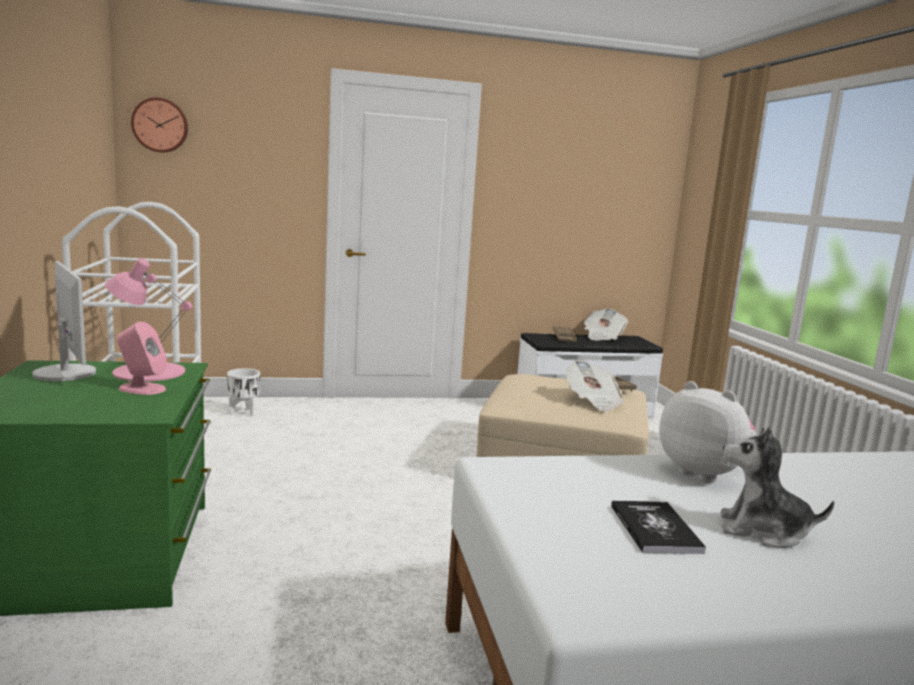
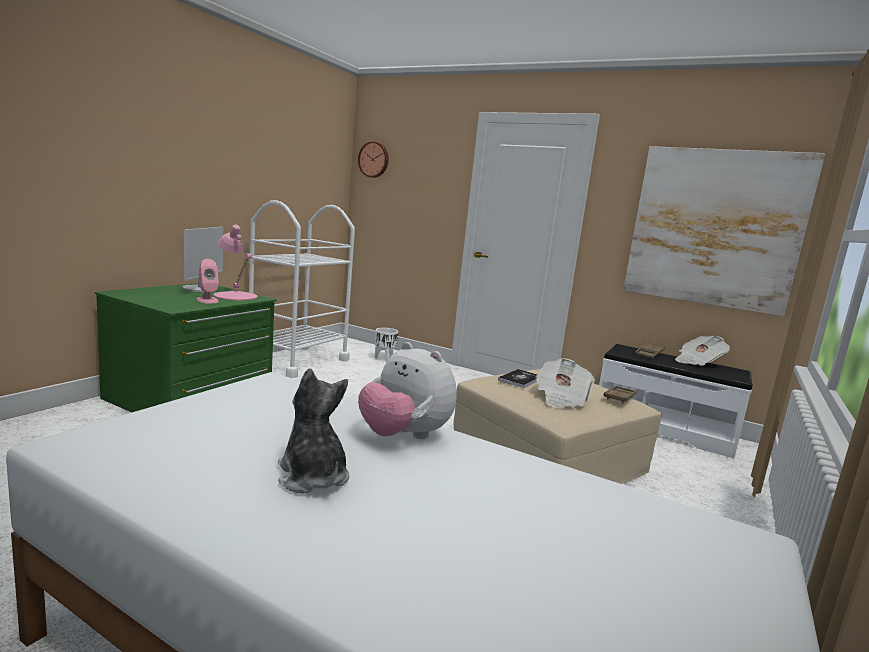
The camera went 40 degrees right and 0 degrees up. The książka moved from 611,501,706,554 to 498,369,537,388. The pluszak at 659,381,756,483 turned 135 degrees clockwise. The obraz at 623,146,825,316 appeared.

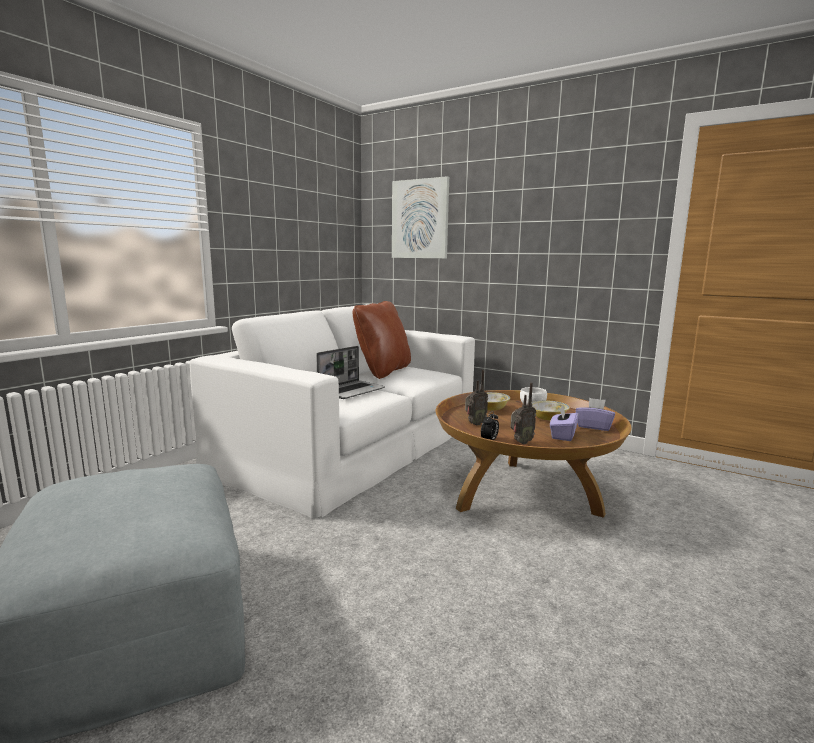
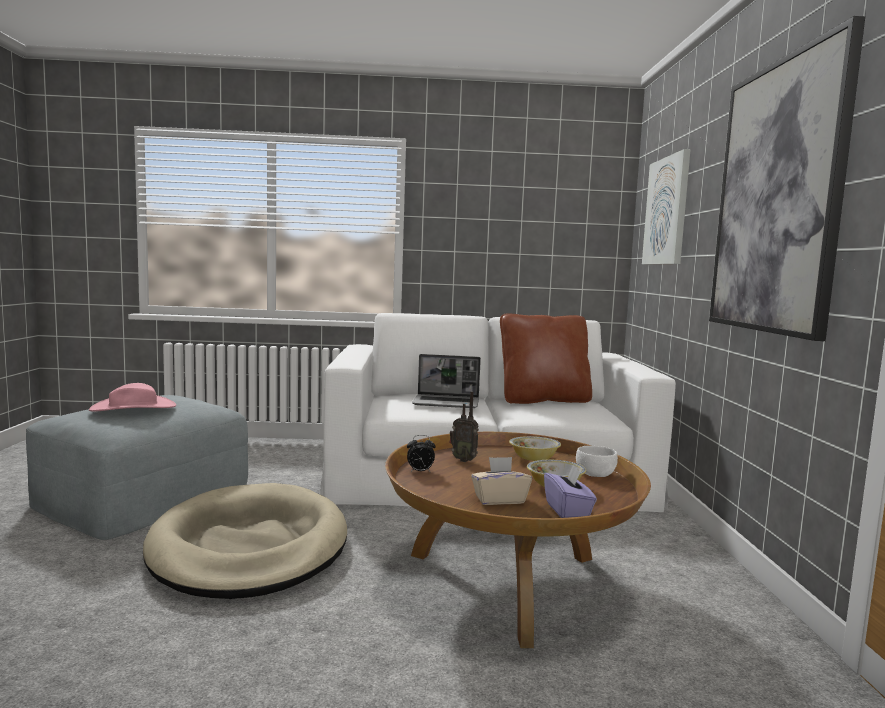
The camera went 55 degrees right and 5 degrees down. The radio at 510,383,536,444 disappeared. The pudełko chusteczek [fioletowy] at 550,406,579,441 became the pudełko chusteczek [beżowy] at 471,457,532,505. The kapelusz [różowy] at 89,383,176,412 appeared. The legowisko [beżowy] at 143,483,347,599 appeared. The obraz at 709,16,865,341 appeared.

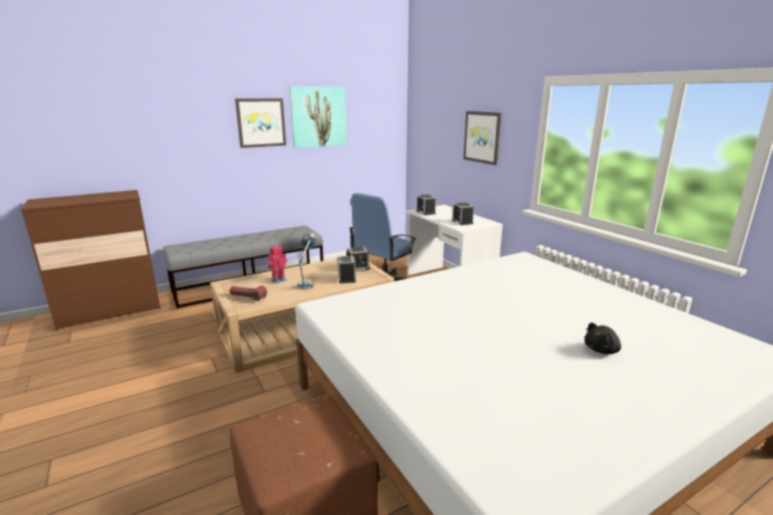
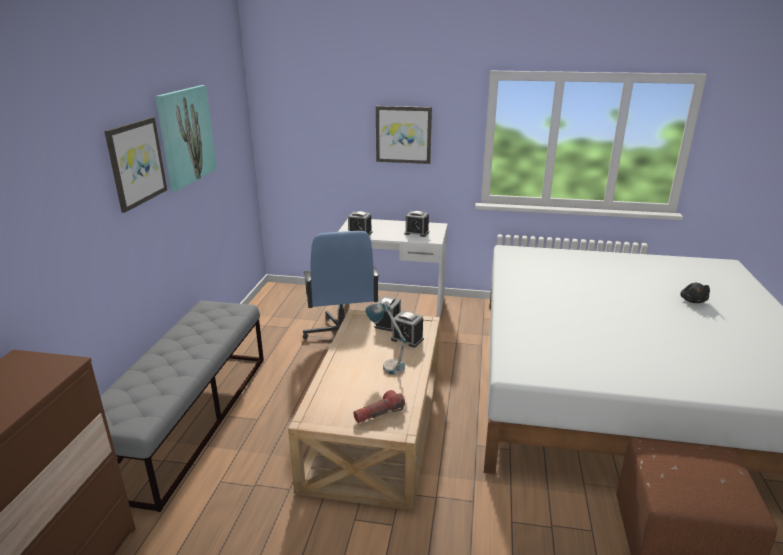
The camera went 50 degrees left and 5 degrees up. The robot zabawkowy at 267,245,287,284 disappeared.

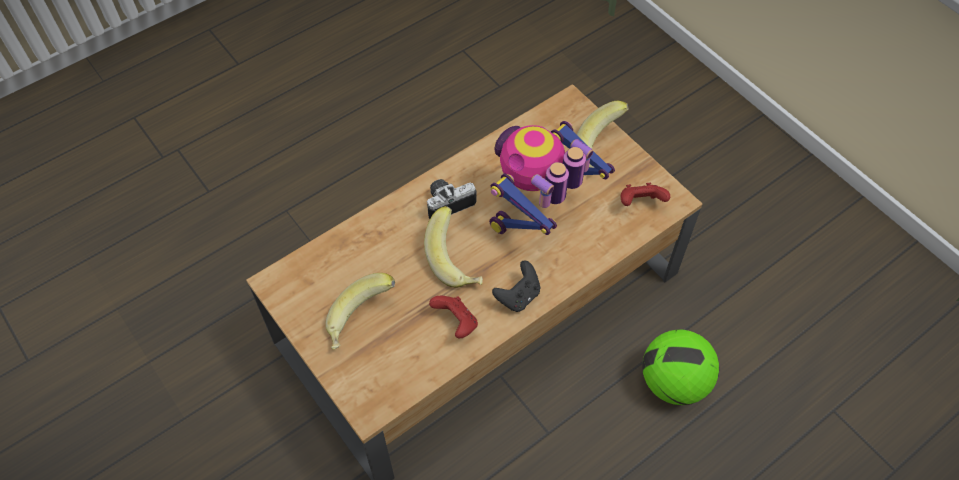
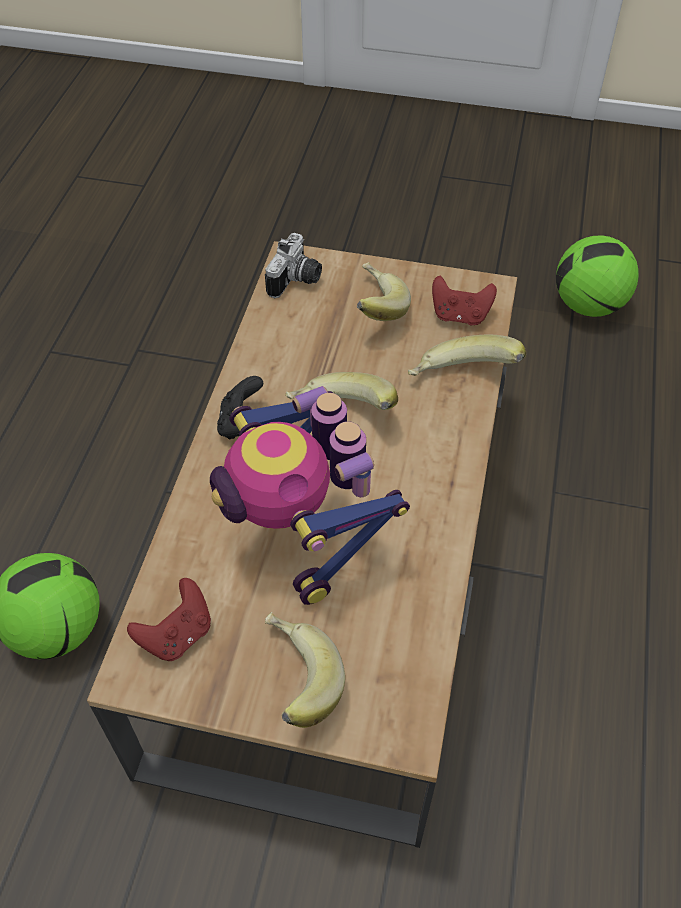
The camera went 140 degrees right and 5 degrees down. The aparat fotograficzny moved from 427,179,477,219 to 265,233,322,298. The pad do gier [czerwony] moved from 429,296,478,339 to 432,276,497,325. The robot zabawkowy at 489,121,615,235 turned 150 degrees clockwise. The banan at 408,335,526,376 appeared. The piłka futbolowa at 556,235,639,317 appeared.

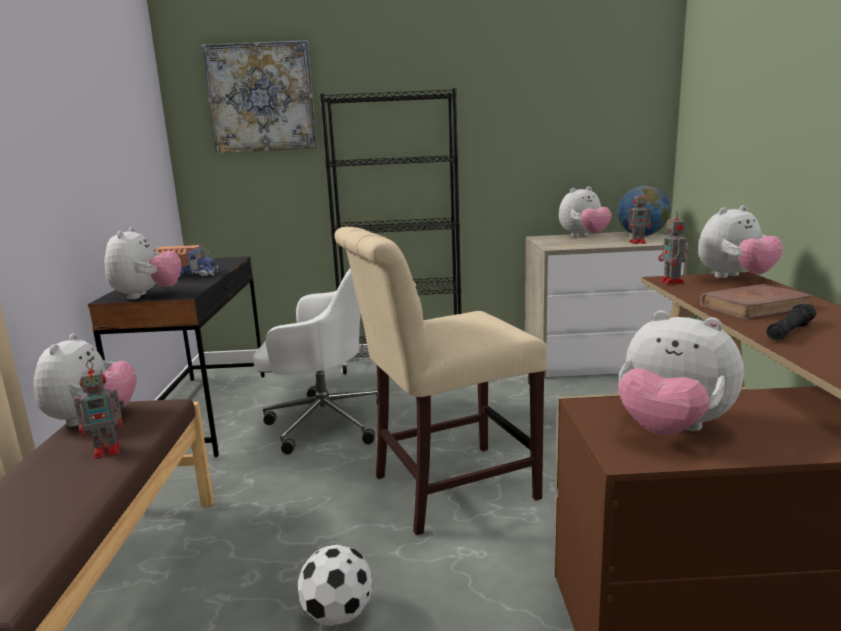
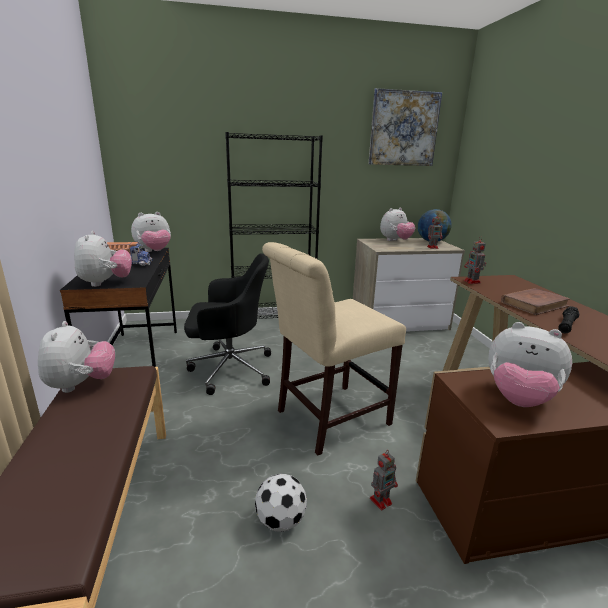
The camera went 10 degrees left and 5 degrees up. The robot zabawkowy moved from 74,361,124,459 to 370,450,398,510. The obraz moved from 202,40,317,153 to 369,88,442,166. The krzesło biurowe [biały] at 253,269,378,454 became the krzesło biurowe [czarny] at 184,253,271,395. The pluszak moved from 698,205,784,278 to 131,212,171,252.

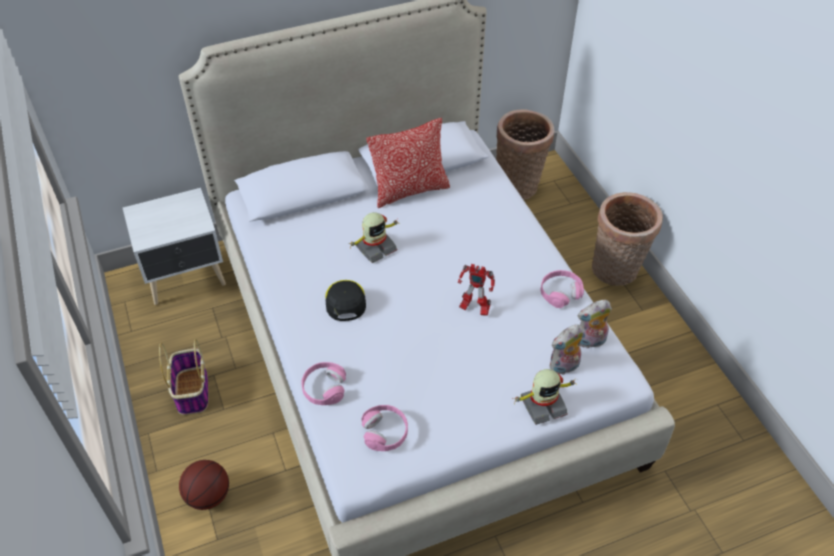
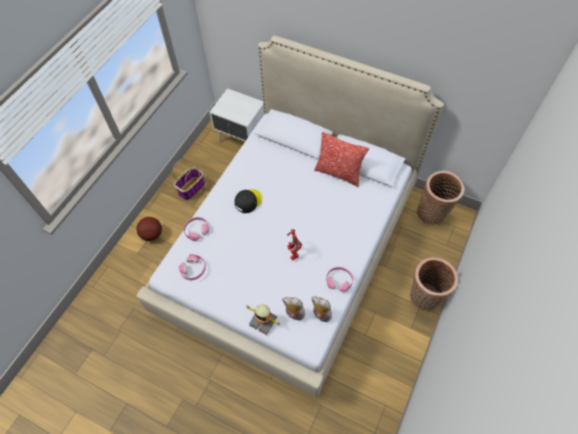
The camera went 50 degrees right and 10 degrees up. The robot zabawkowy at 349,212,400,263 disappeared.

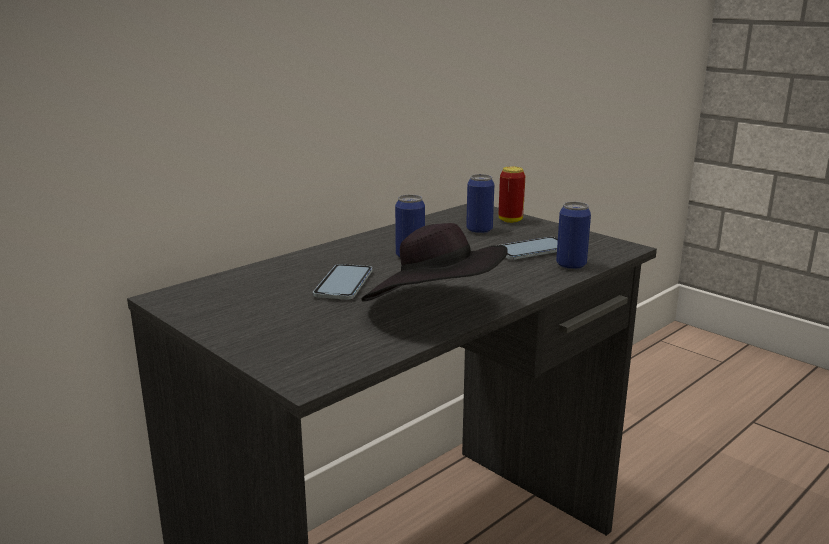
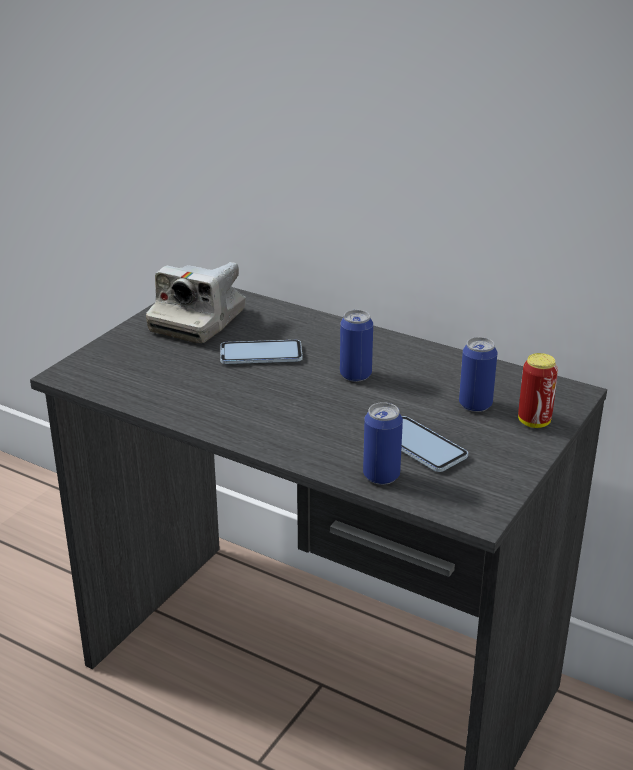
The camera went 75 degrees right and 10 degrees up. The kapelusz [czarny] at 361,223,508,302 disappeared. The aparat fotograficzny at 146,262,246,343 appeared.

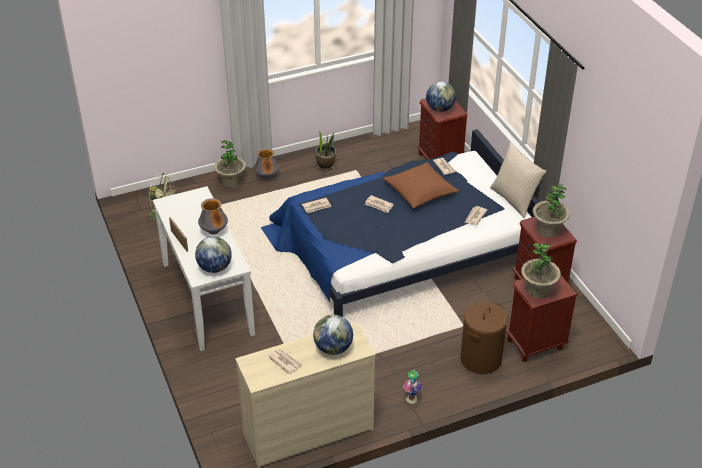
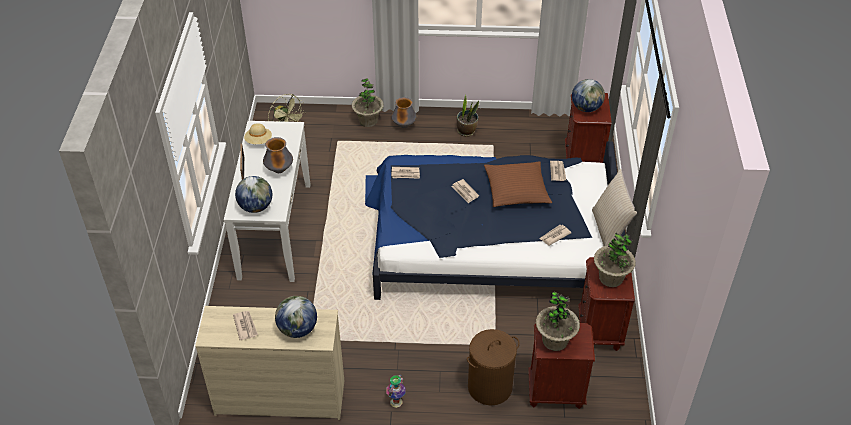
The camera went 25 degrees right and 5 degrees up. The kapelusz [beżowy] at 244,123,272,144 appeared.

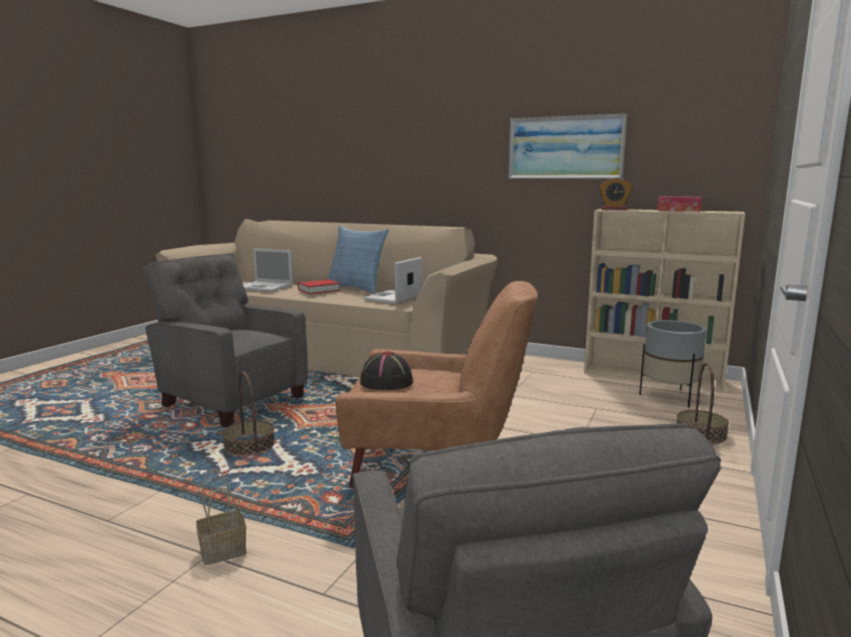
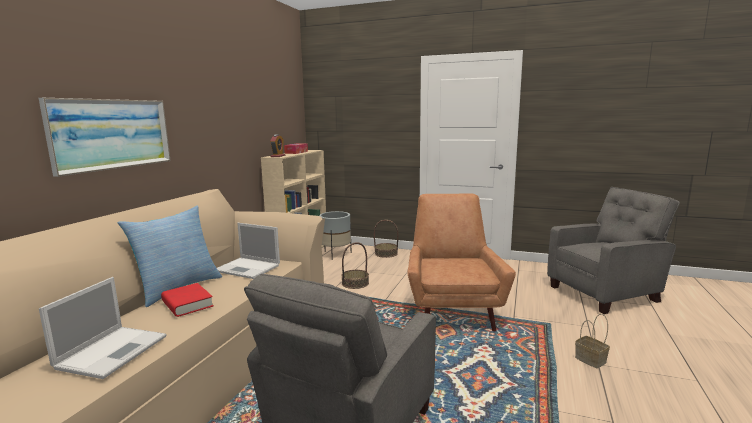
The camera went 95 degrees left and 0 degrees up. The koszyk moved from 223,371,275,456 to 341,242,369,289. The kapelusz [czarny] at 360,351,413,390 disappeared. The obraz moved from 508,113,627,179 to 39,98,170,177.

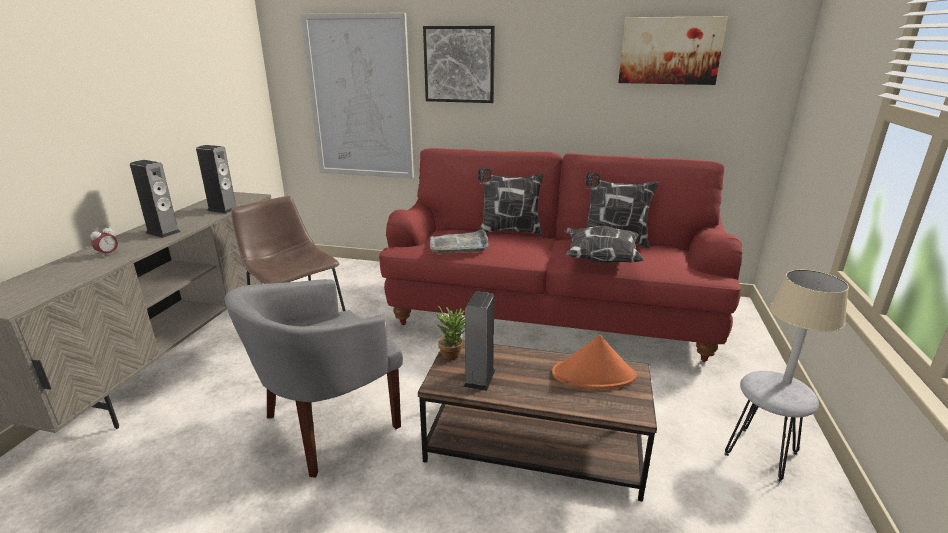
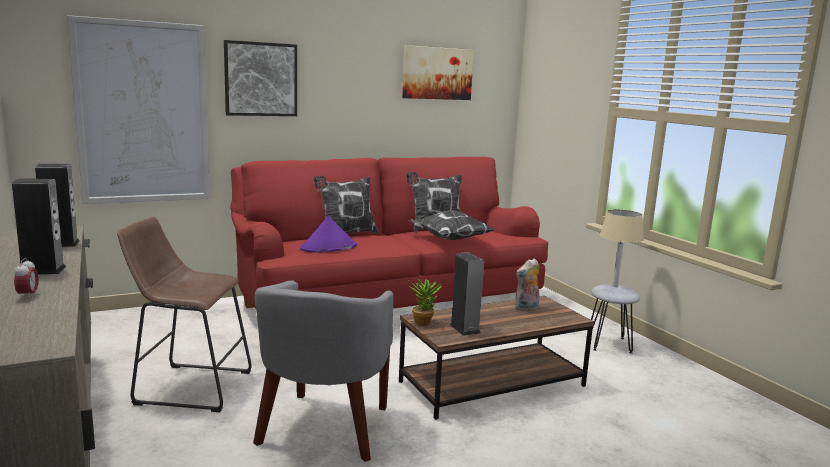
The camera went 40 degrees left and 10 degrees down. The taca [szary] at 430,229,489,254 was replaced by the kapelusz [fioletowy] at 300,216,357,253. The kapelusz [pomarańczowy] at 552,335,637,389 was replaced by the pluszak at 515,258,539,311.

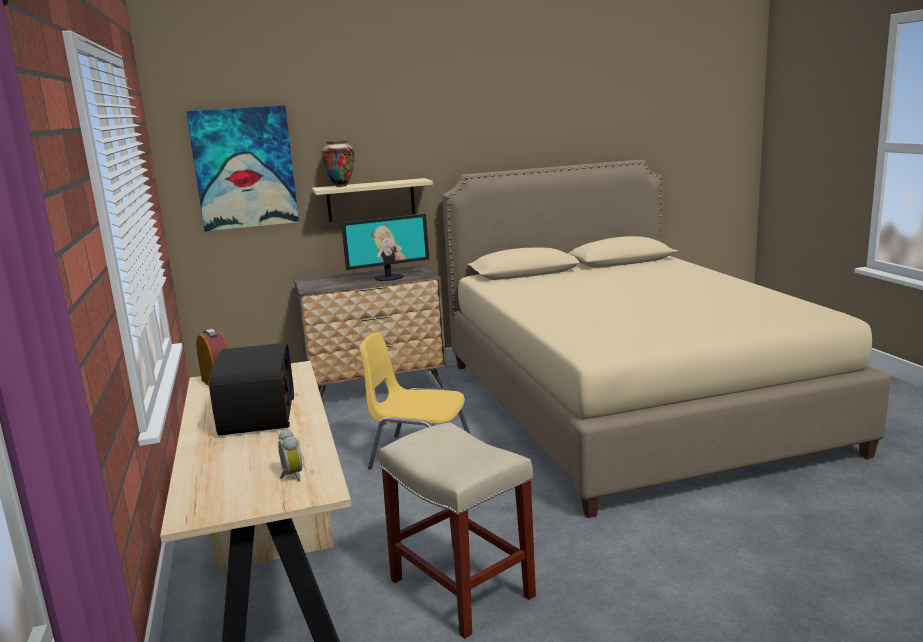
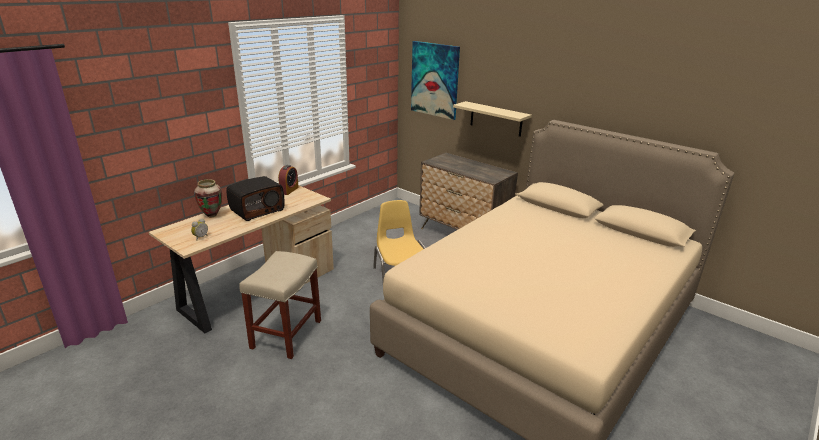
The camera went 55 degrees right and 10 degrees up. The wazon moved from 321,139,355,187 to 194,179,222,218. The monitor at 341,214,429,281 disappeared.

